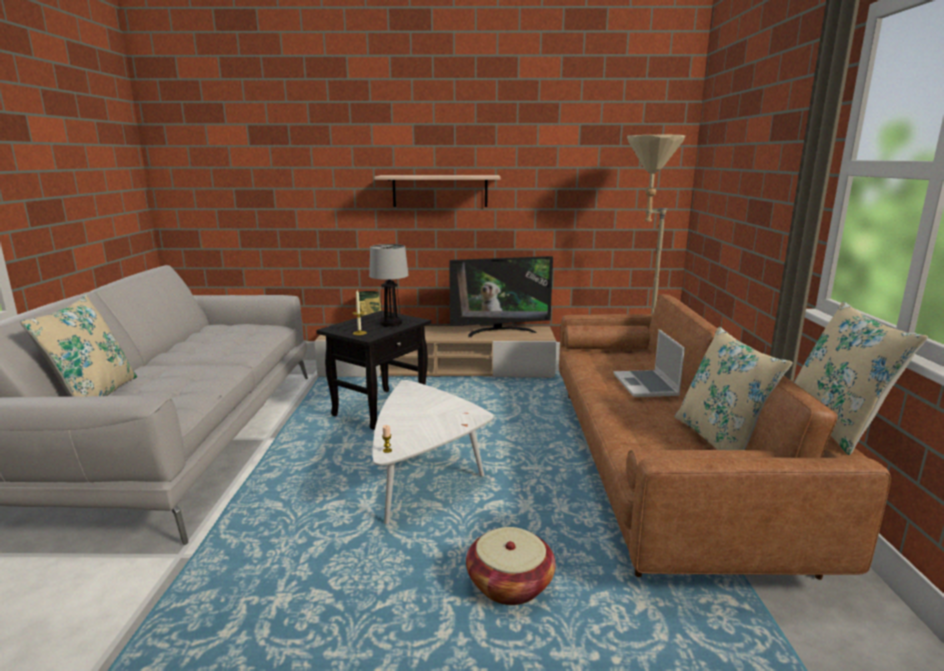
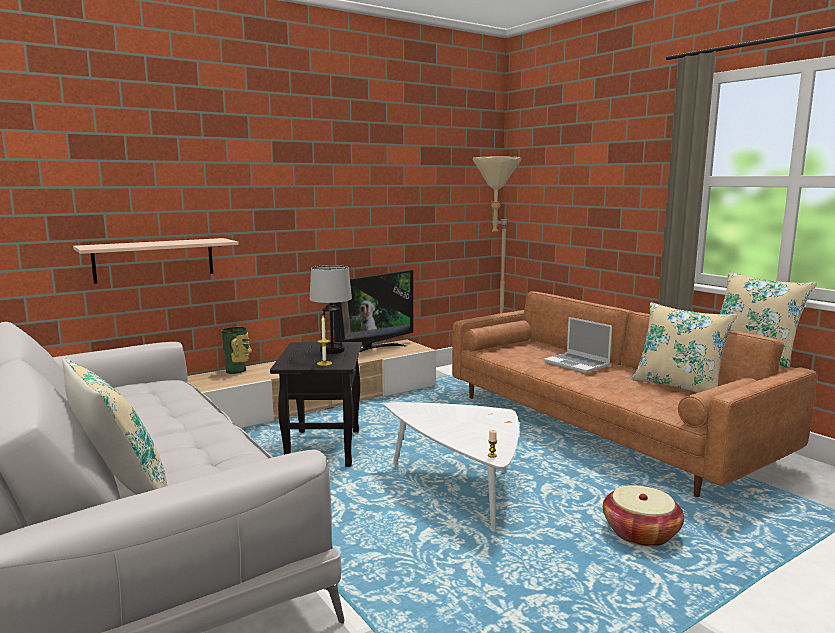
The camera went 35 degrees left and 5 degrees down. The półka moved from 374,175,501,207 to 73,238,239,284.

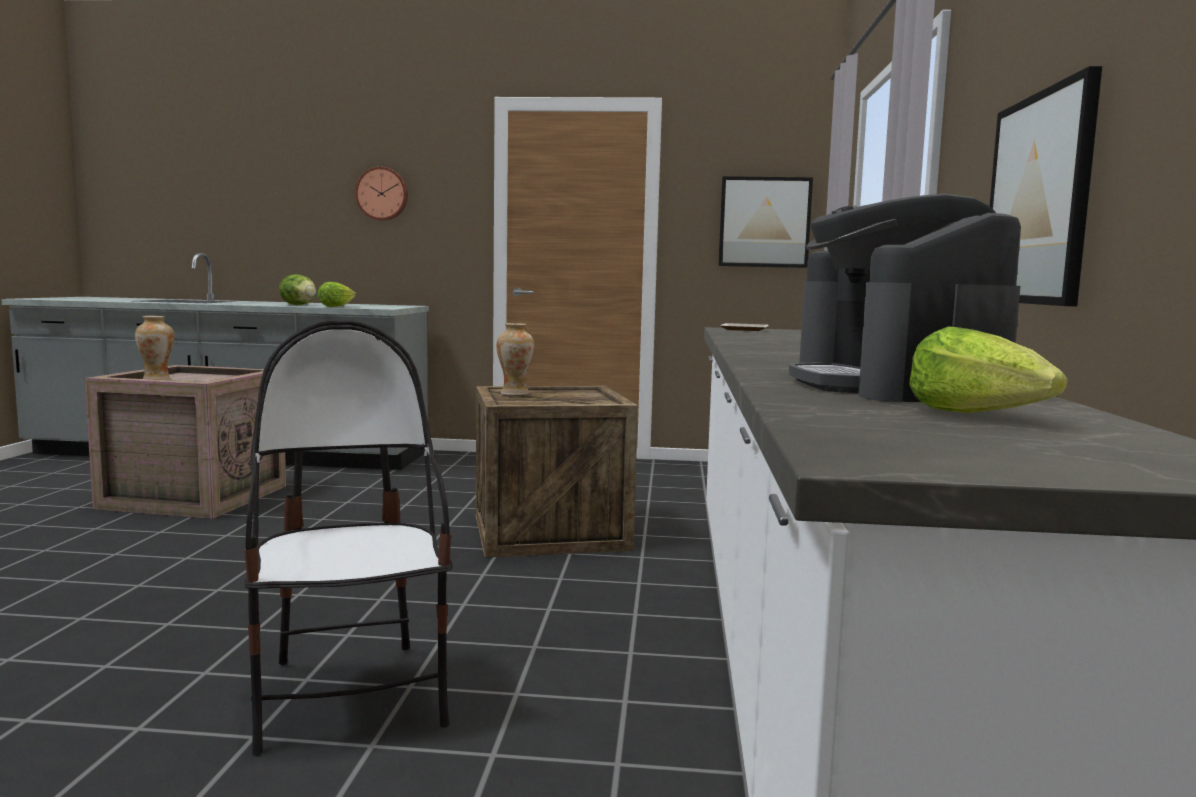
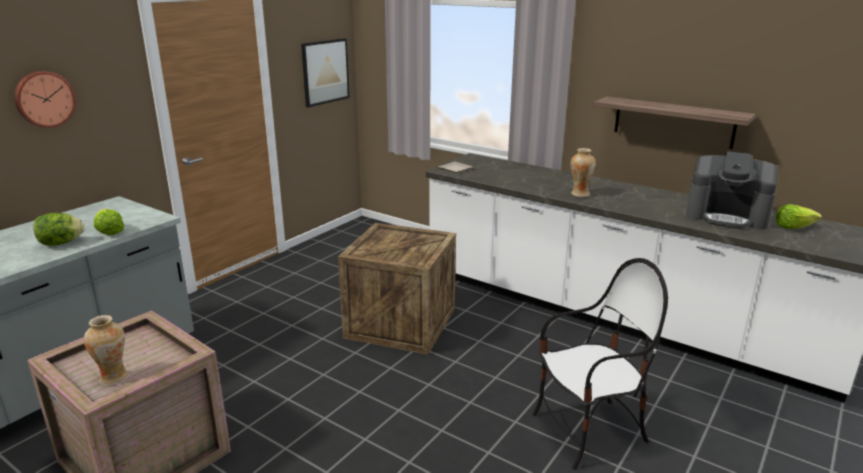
The camera went 60 degrees left and 15 degrees up. The krzesło at 244,320,453,756 turned 150 degrees clockwise. The wazon moved from 496,323,534,395 to 570,148,596,197. The obraz at 990,66,1102,306 was replaced by the półka at 593,96,755,149.

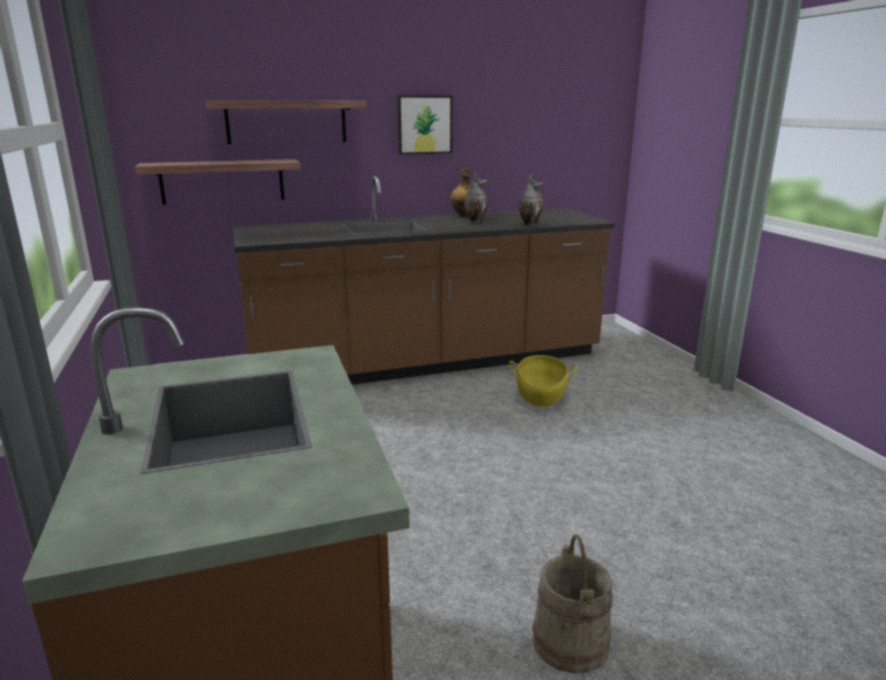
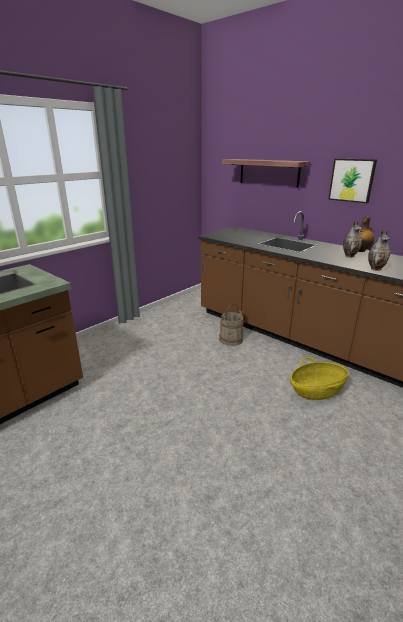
The camera went 60 degrees right and 5 degrees up. The półka at 135,159,301,205 disappeared. The wiadro [beżowy] moved from 532,534,613,674 to 219,303,244,346.

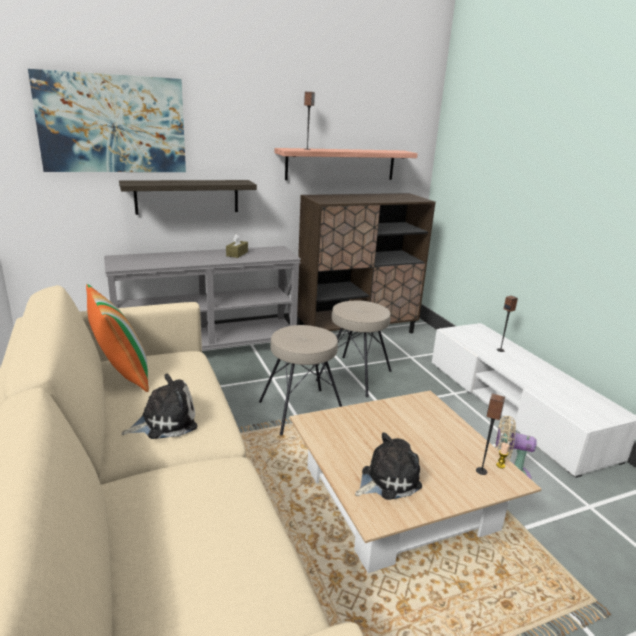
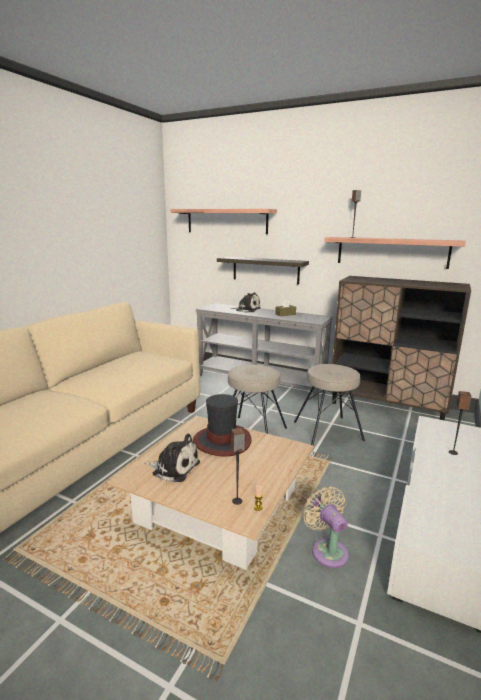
The camera went 50 degrees right and 5 degrees down. The obraz at 28,69,186,172 was replaced by the półka at 170,209,277,234. The poduszka at 86,284,149,392 disappeared. The pluszak moved from 121,374,198,439 to 231,292,261,313. The kapelusz at 193,394,252,457 appeared.

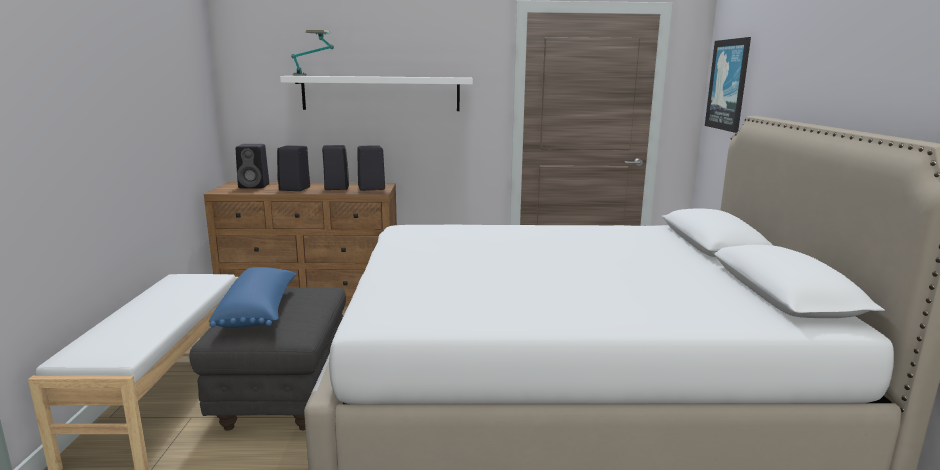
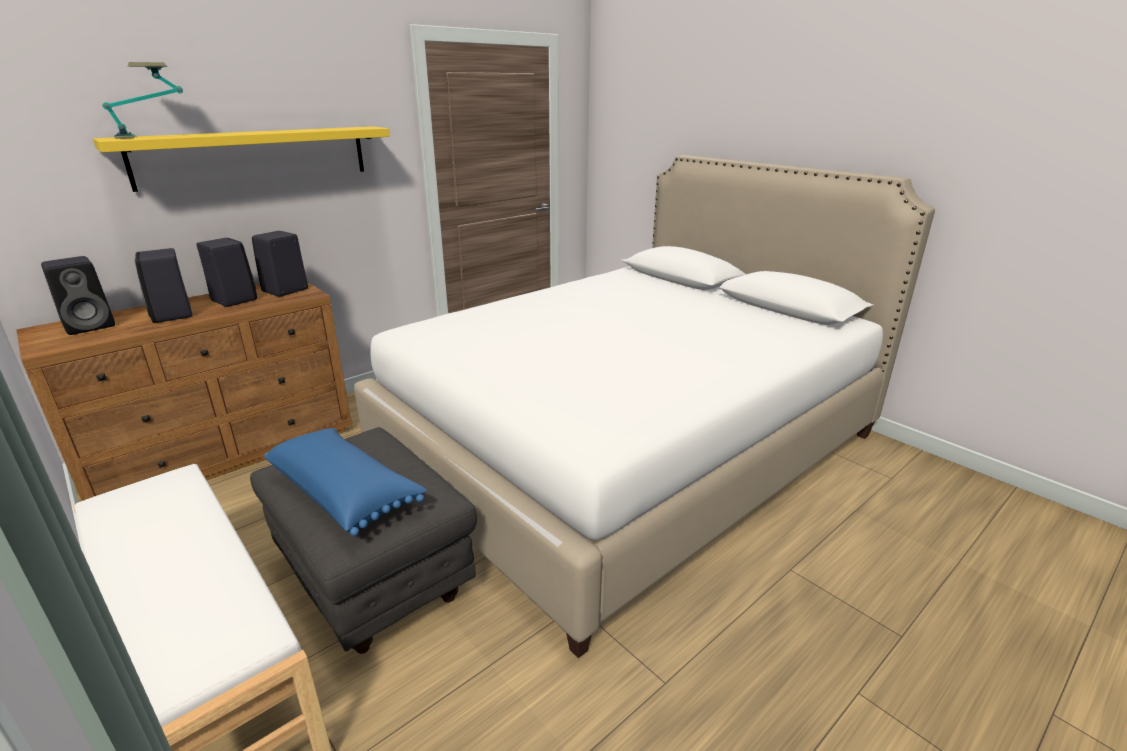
The camera went 40 degrees left and 10 degrees up. The półka [biały] at 280,76,473,111 became the półka [żółty] at 93,126,390,192. The obraz at 705,37,751,133 disappeared.

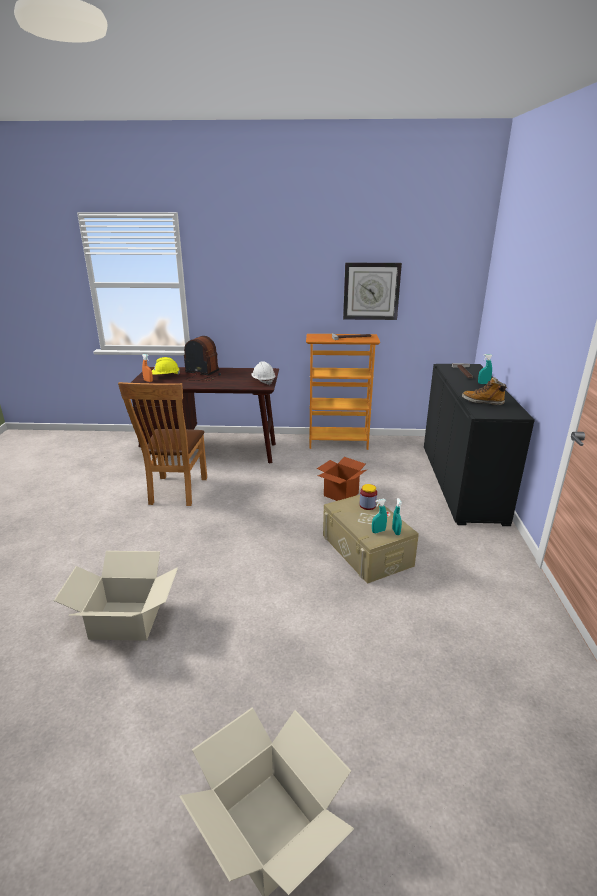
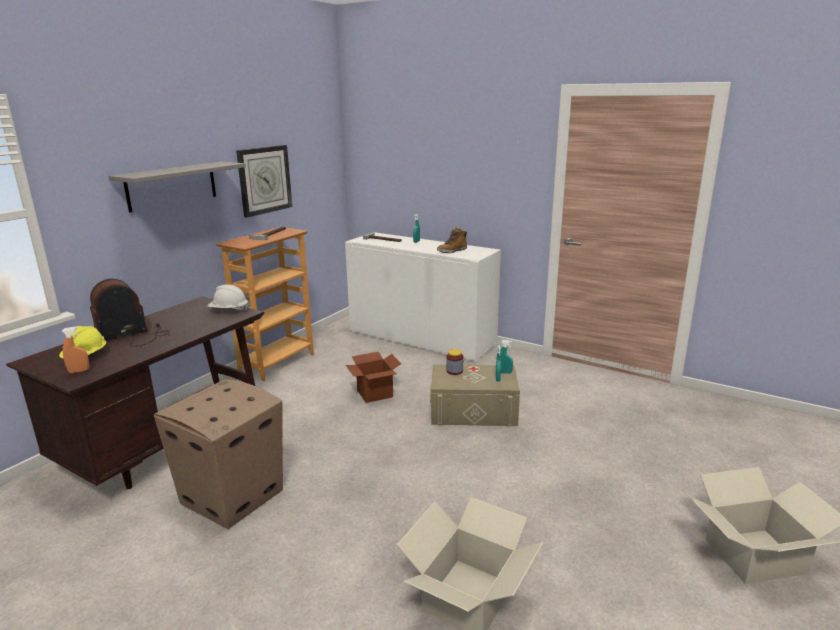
The camera went 60 degrees left and 5 degrees down. The krzesło [brązowy] at 118,382,207,506 was replaced by the karton at 154,379,283,529. The szafka [czarny] at 424,364,535,526 became the szafka [biały] at 345,232,501,363. The półka [szary] at 108,162,246,213 appeared.

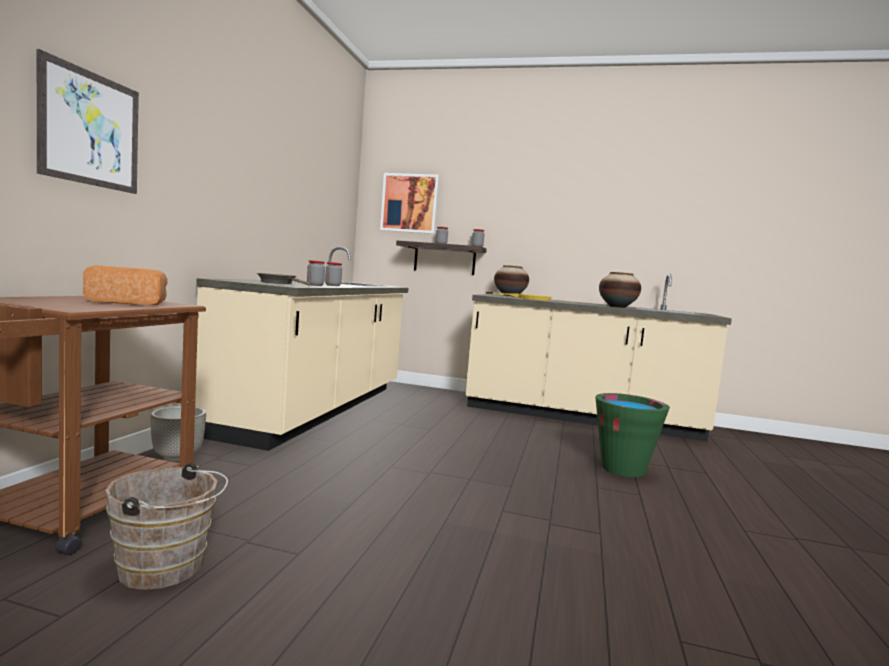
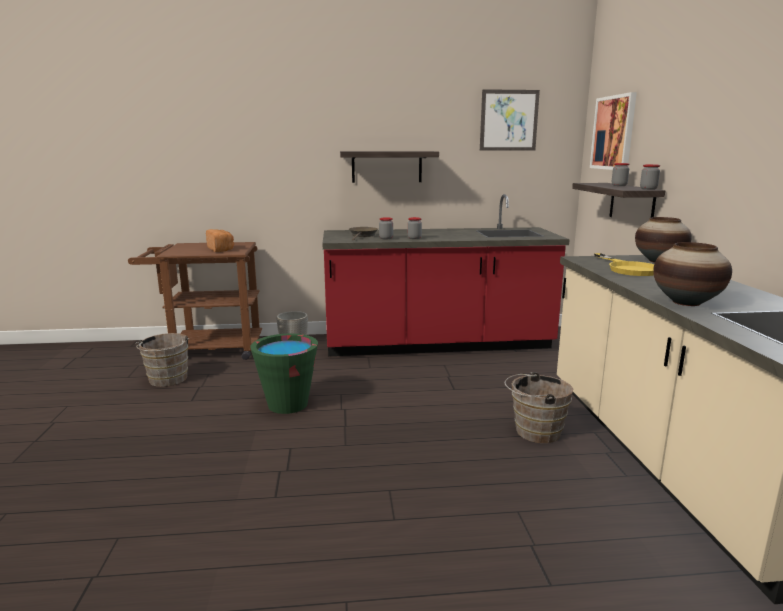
The camera went 70 degrees right and 10 degrees up. The obraz moved from 37,49,139,194 to 480,89,540,151. The zabudowa kuchenna [beżowy] at 195,247,408,451 became the zabudowa kuchenna [czerwony] at 322,194,570,356. The wiadro [zielony] moved from 595,393,670,477 to 250,333,318,414. The półka at 340,151,439,183 appeared. The wiadro [brązowy] at 505,372,573,443 appeared.

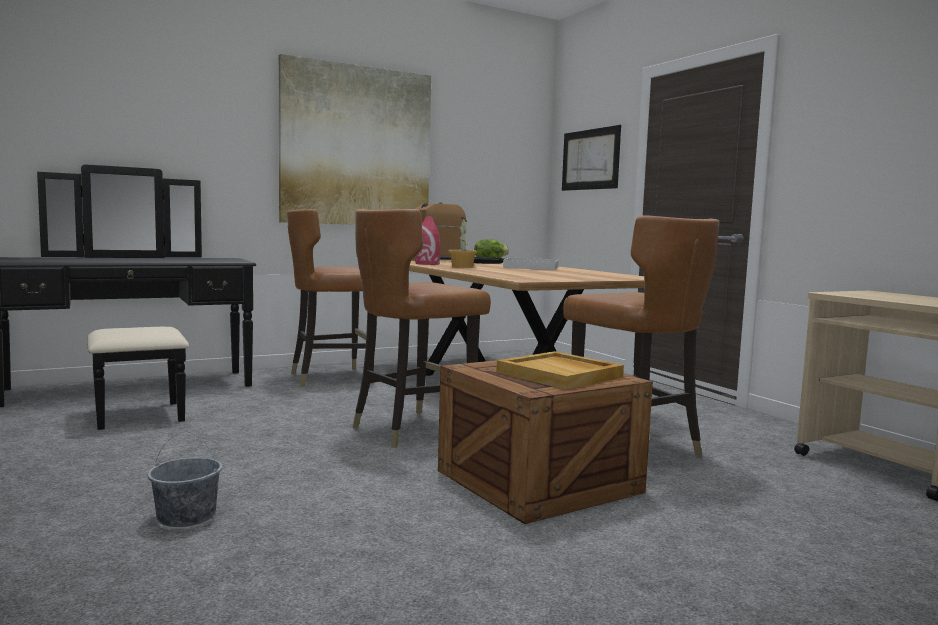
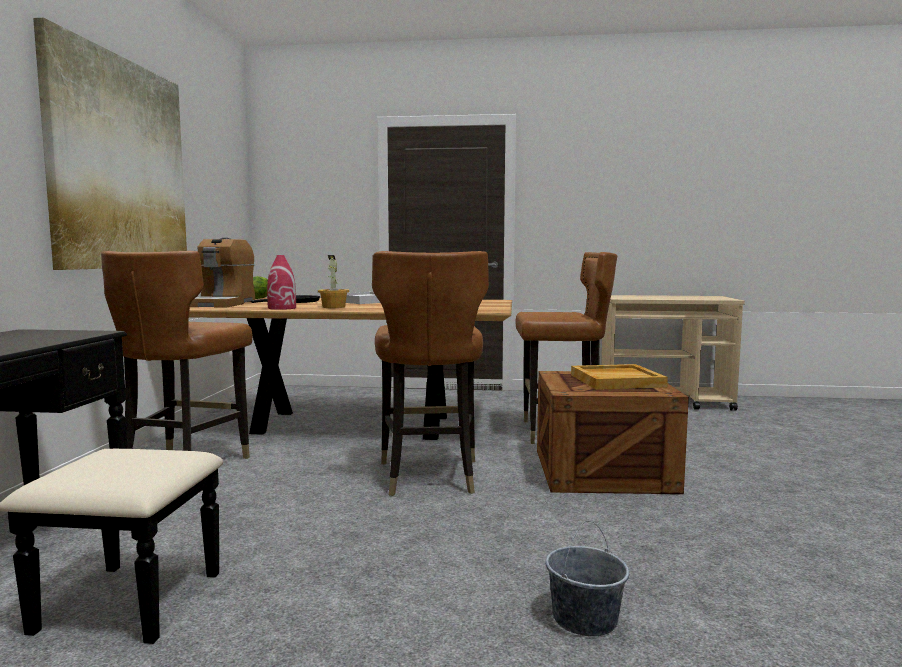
The camera went 55 degrees left and 0 degrees up. The obraz at 562,125,621,191 disappeared.

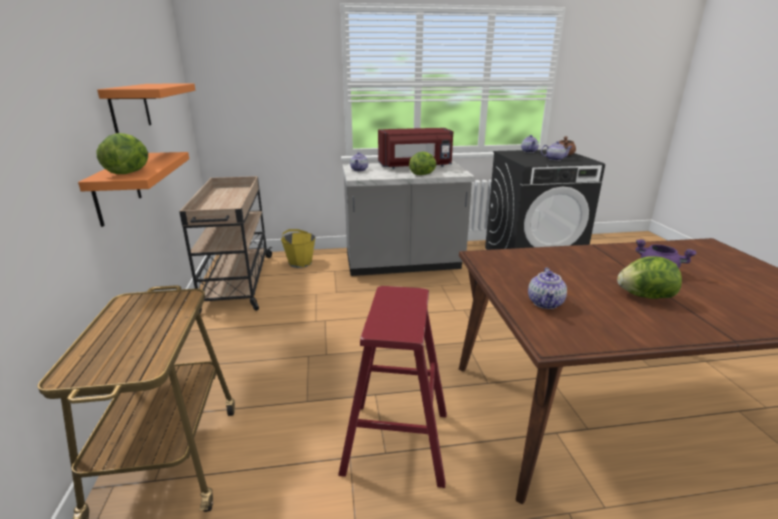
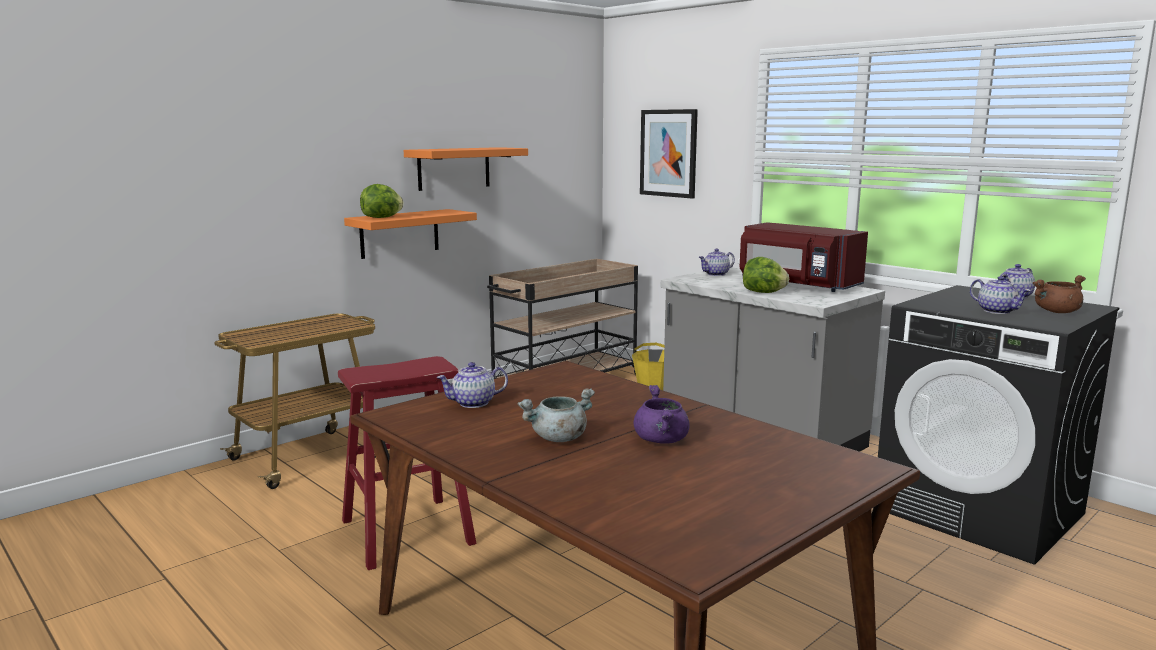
The camera went 55 degrees right and 10 degrees down. The sałata at 617,256,682,299 was replaced by the garnek [szary] at 518,388,595,442. The obraz at 640,109,698,199 appeared.

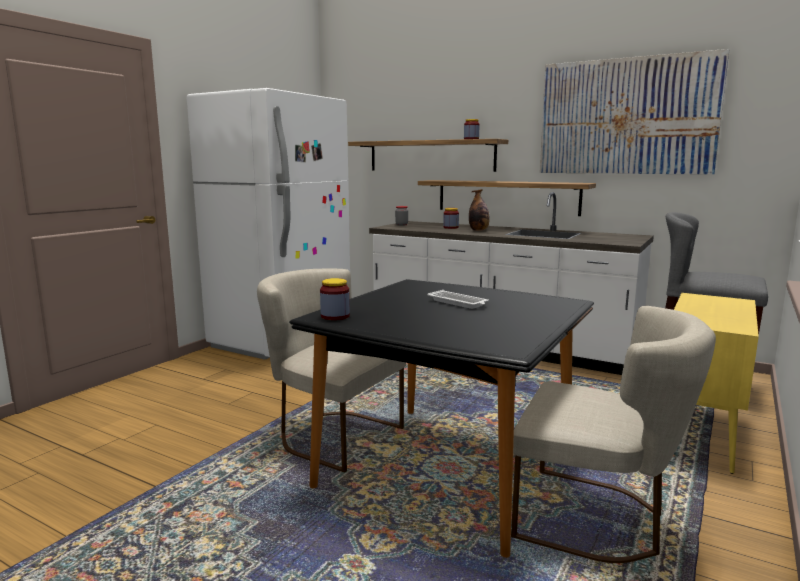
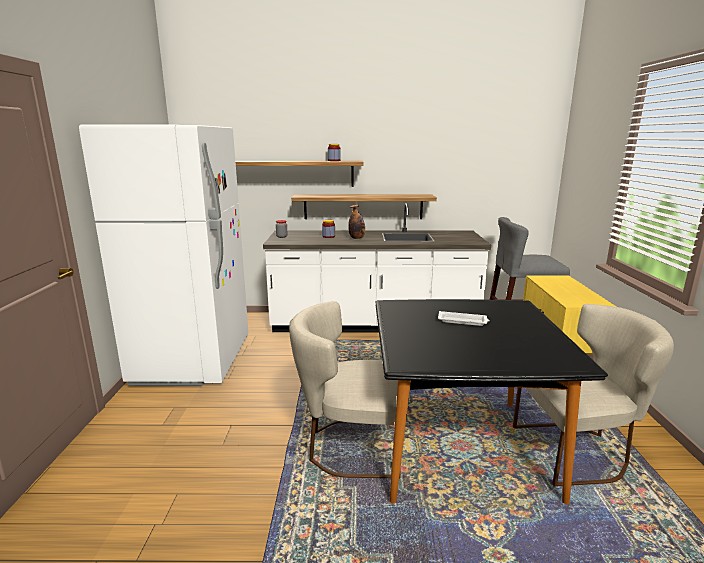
The camera went 30 degrees left and 5 degrees up. The słoik at 320,278,350,320 disappeared. The obraz at 540,49,729,175 disappeared.

